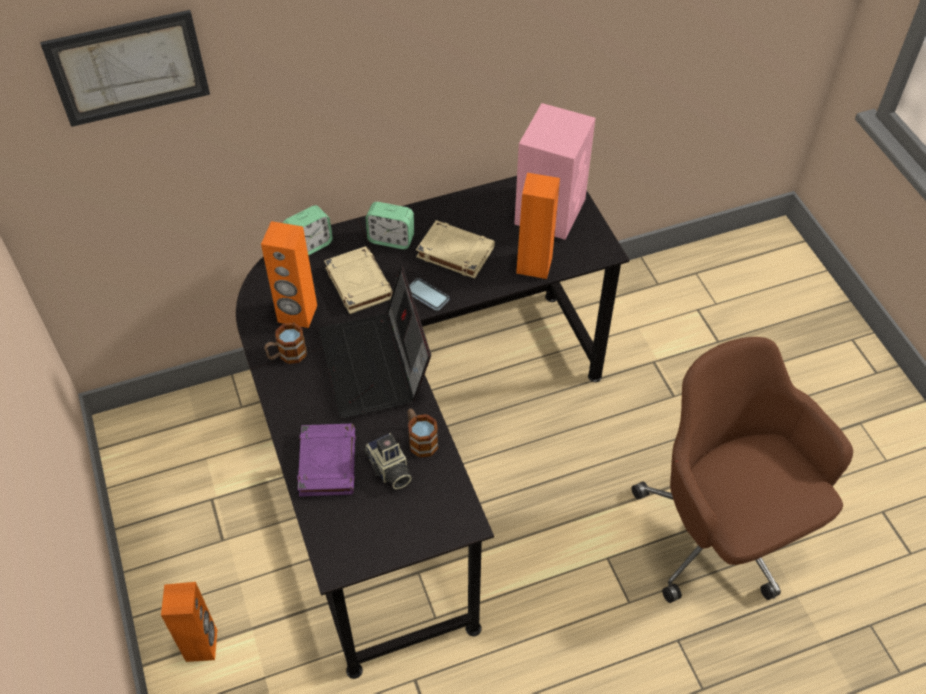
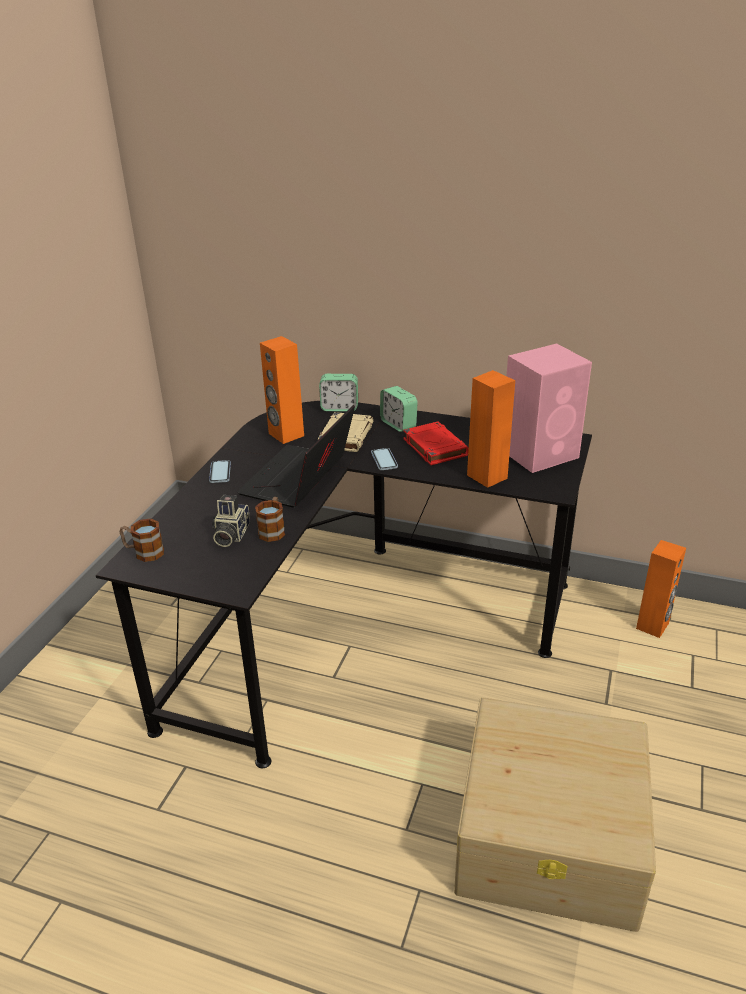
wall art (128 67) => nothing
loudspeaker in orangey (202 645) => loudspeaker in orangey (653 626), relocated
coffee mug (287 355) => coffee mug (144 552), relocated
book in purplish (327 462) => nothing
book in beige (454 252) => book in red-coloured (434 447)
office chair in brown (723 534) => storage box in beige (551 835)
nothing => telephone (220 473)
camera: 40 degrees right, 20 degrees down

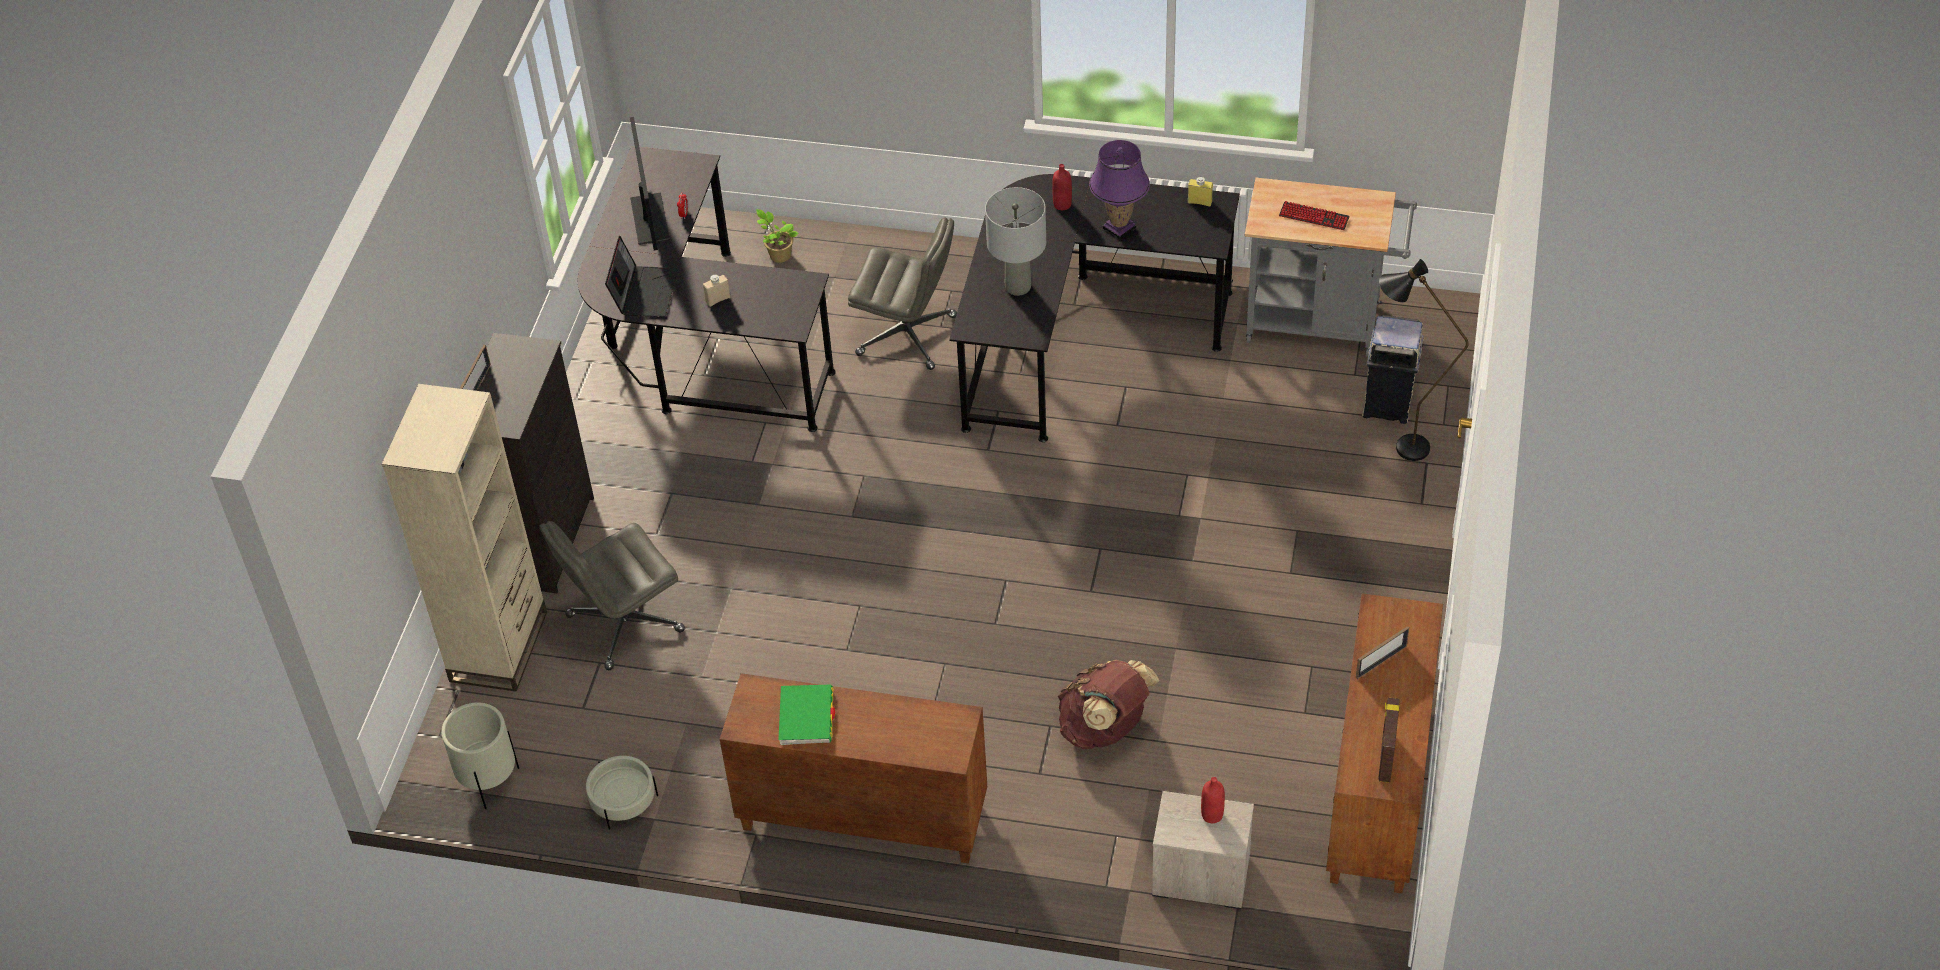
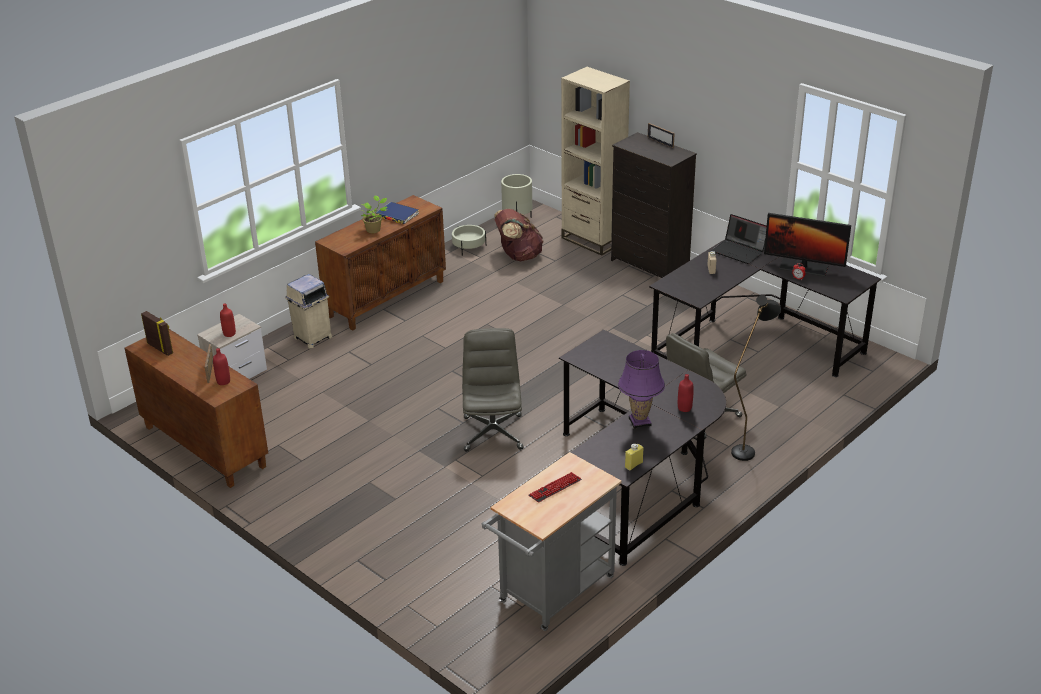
office chair in greyish (624 624) => office chair in greyish (493 432), relocated
plant in a pot (778 255) => plant in a pot (374 230), relocated
book in greenish (806 717) => book in blue-coloured (397 215)
tabletop lamp in greyish (1018 287) => nothing
backpack in brown (1105 728) => backpack in brown (518 256), relocated
waste bin in beige (1388 405) => waste bin in beige (312 338), relocated
standard lamp in black (1399 448) => standard lamp in black (747 448), relocated
nothing => drink bottle in red-coloured (223 381)
camera: 120 degrees right, 15 degrees down

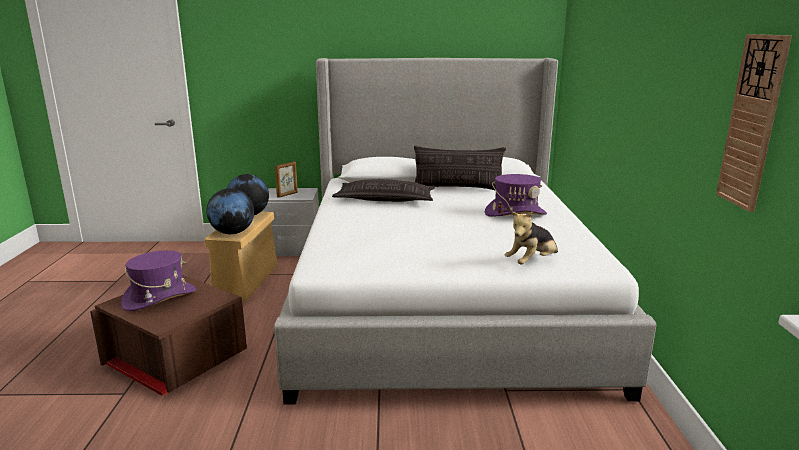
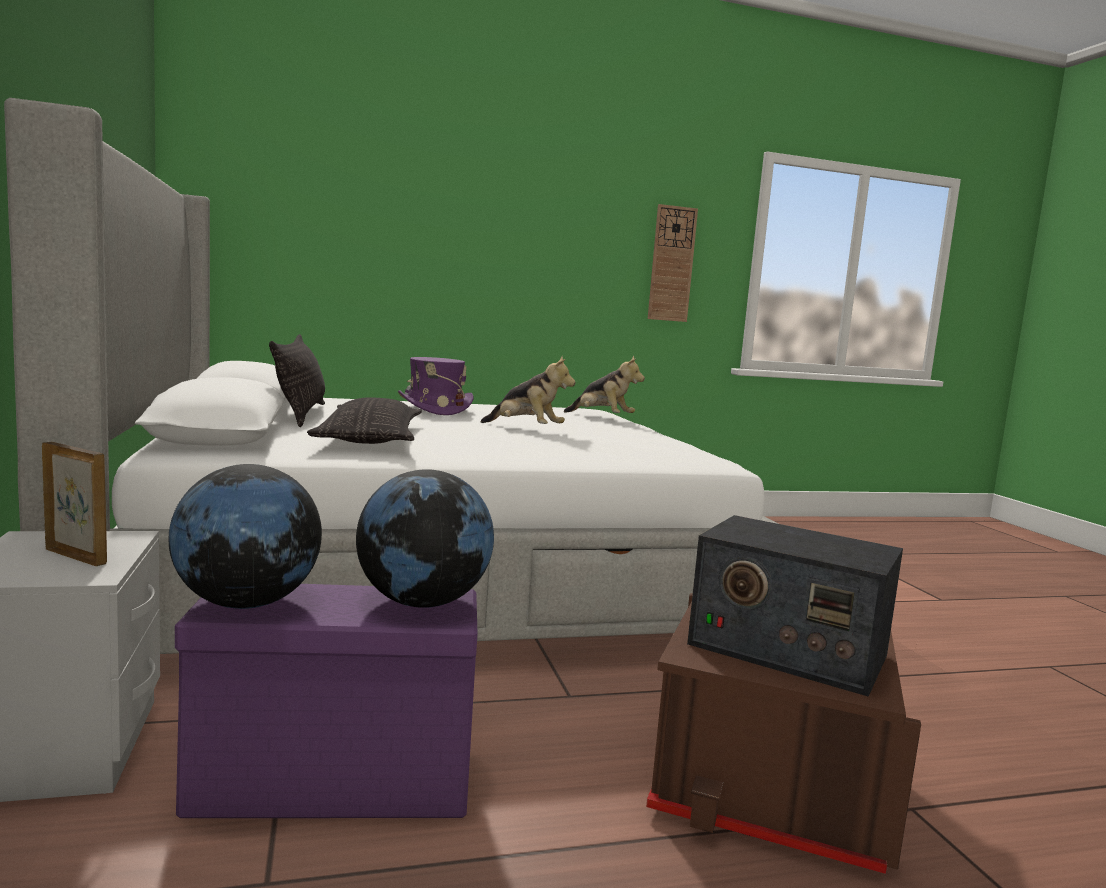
hat in purplish (160 298) => radio receiver (786 649)
storage box in beige (246 280) => storage box in purplish (328 785)
nothing => soft toy (525 429)
camera: 105 degrees left, 10 degrees down

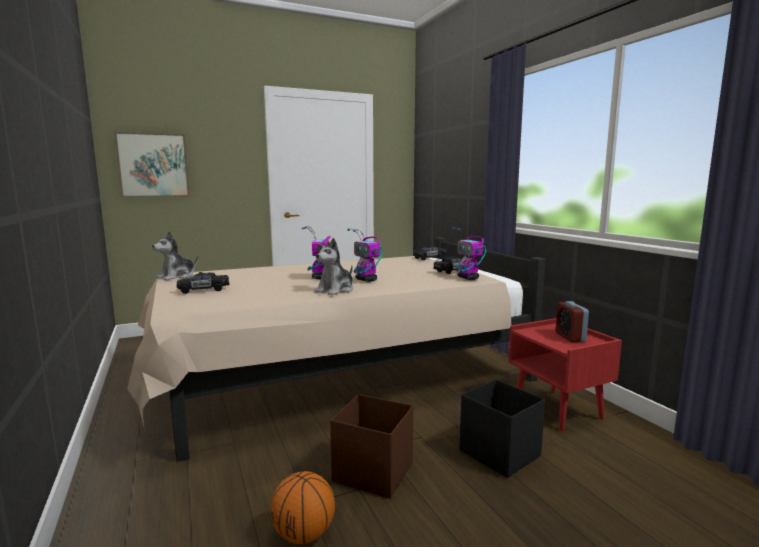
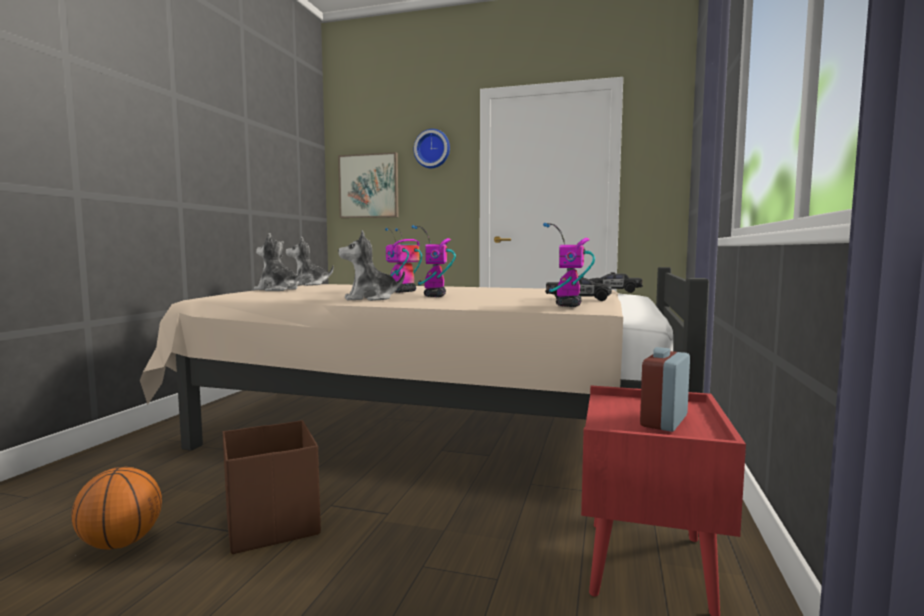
model car in black (203 290) => soft toy (278 290)
storage box in black (499 452) => nothing
nothing => clock on the wall (432 149)
camera: 40 degrees right, 5 degrees down

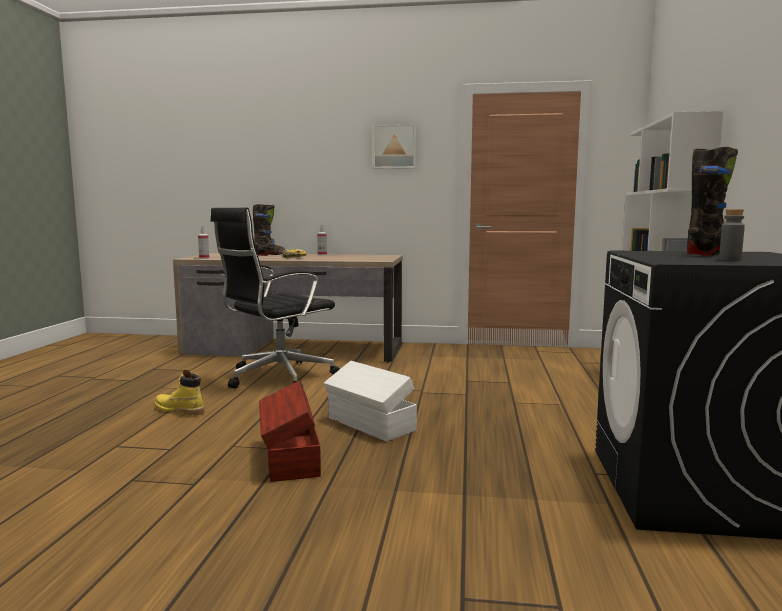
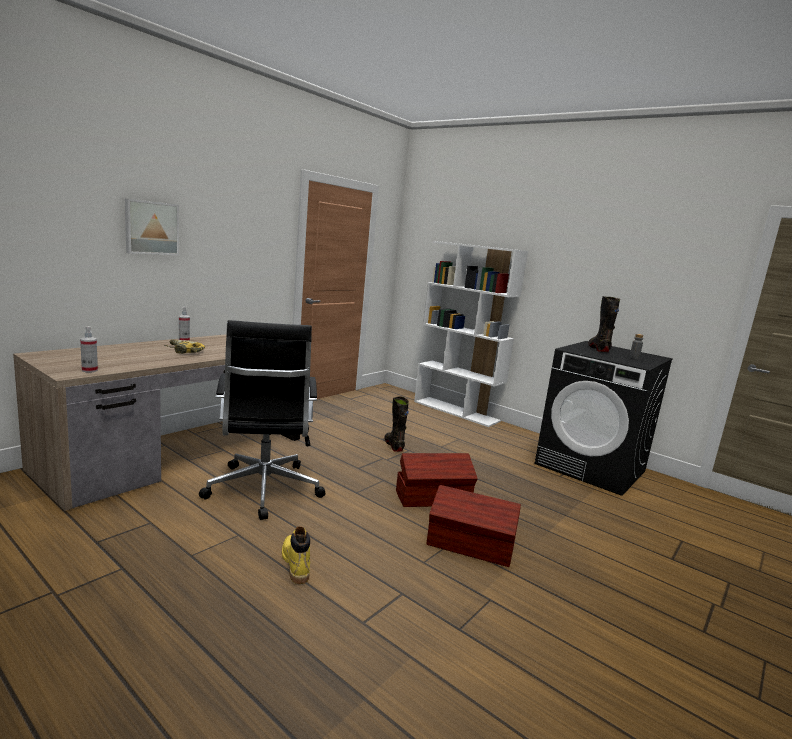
high-top boot in yellowish (179 410) => high-top boot in yellowish (295 563), 105 degrees clockwise
high-top boot in black (269 255) => high-top boot in black (394 445), relocated
storage box in white (370 425) => storage box in brown (434 498)
wall art (394 146) => wall art (151 228), relocated
camera: 60 degrees left, 5 degrees up

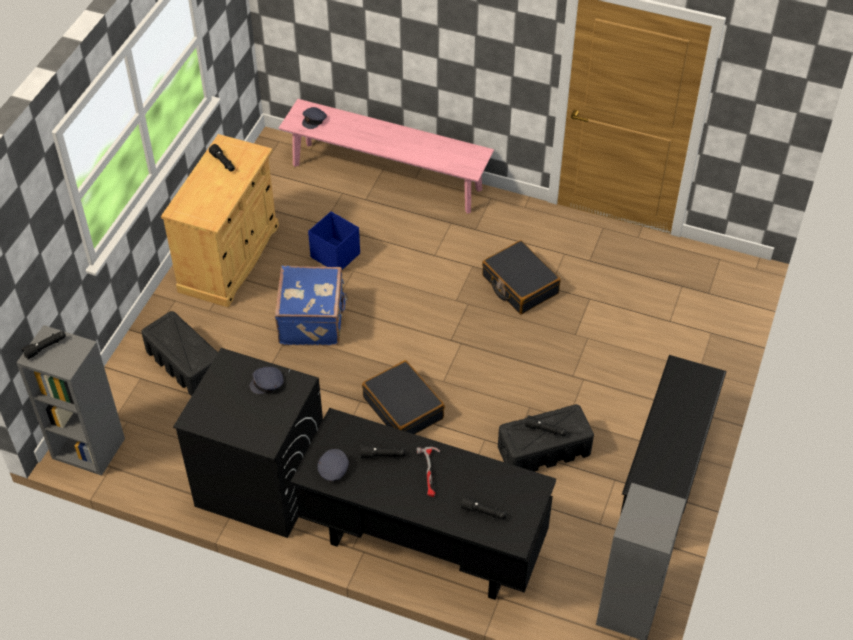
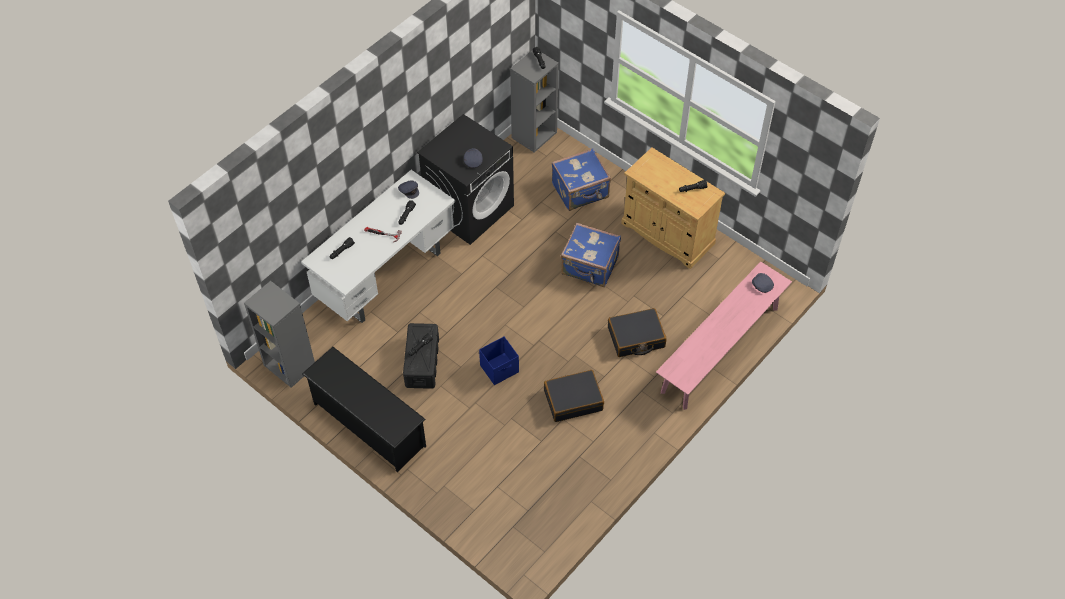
storage box in black (184 364) => suitcase in blue-coloured (581 191)
desk table in black (422 545) => desk table in white (386 275)
storage box in blue-coloured (335 255) => storage box in blue-coloured (500 369), relocated
suitcase in black (403 408) => suitcase in black (636 338), relocated
camera: 110 degrees right, 5 degrees up

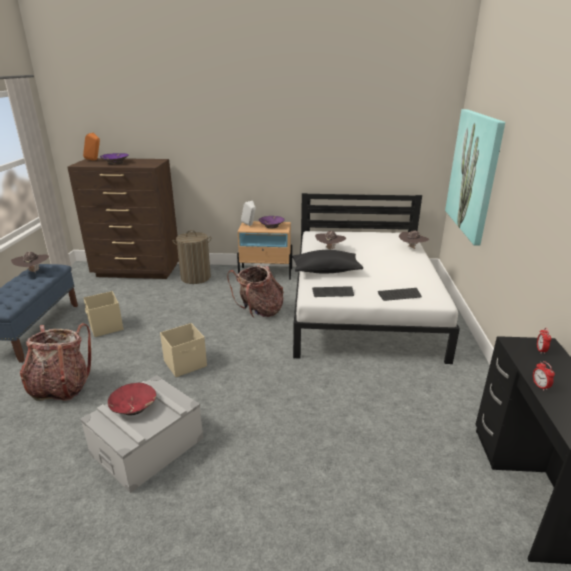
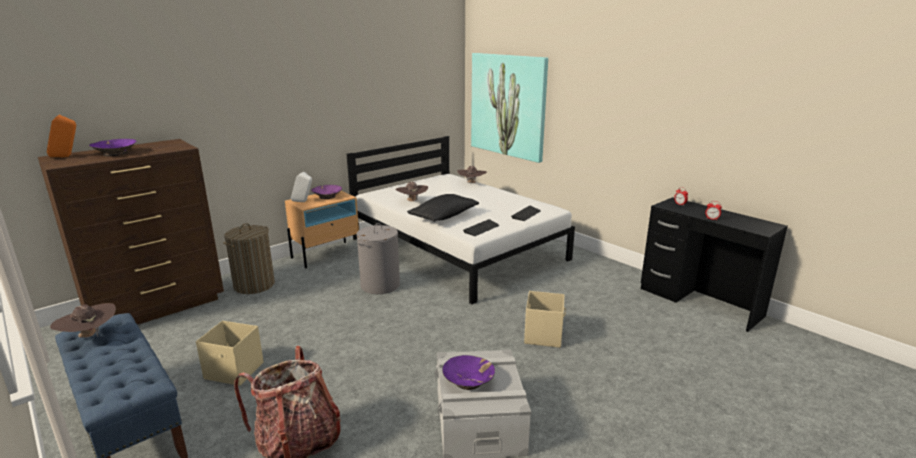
deep dish in red-coloured (133 407) => deep dish in purplish (468 381)
storage box in beige (186 364) => storage box in beige (543 335), relocated
backpack (259 311) => washing basket in greyish (380 285)
camera: 45 degrees left, 5 degrees down

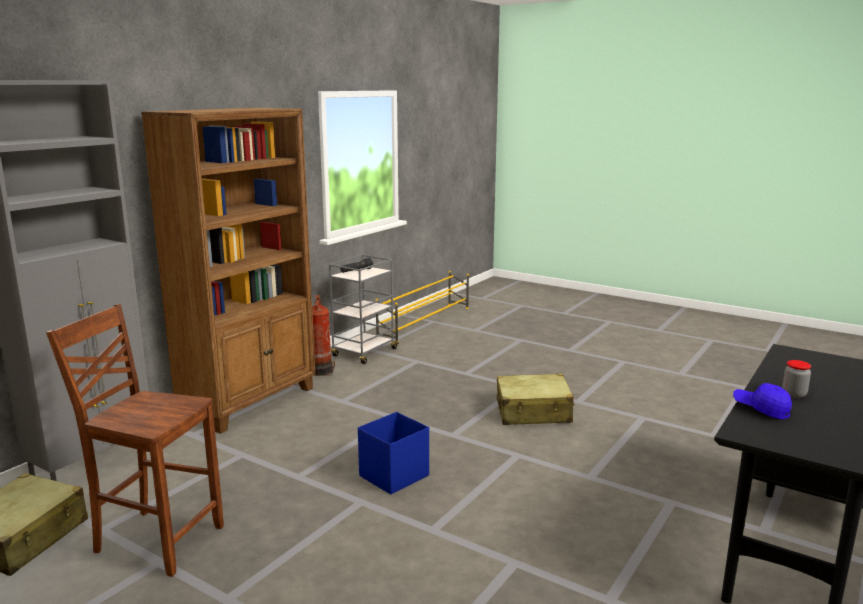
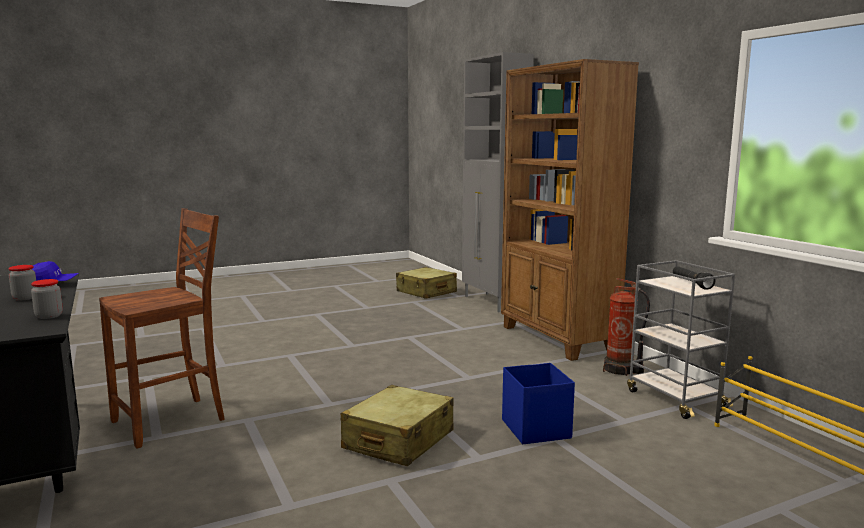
chair in brown (157 539) => chair in brown (172 421), relocated
storage box in blue-coloured (393 476) => storage box in blue-coloured (536 428), relocated
nothing => jar (49 316)
camera: 120 degrees right, 5 degrees down

